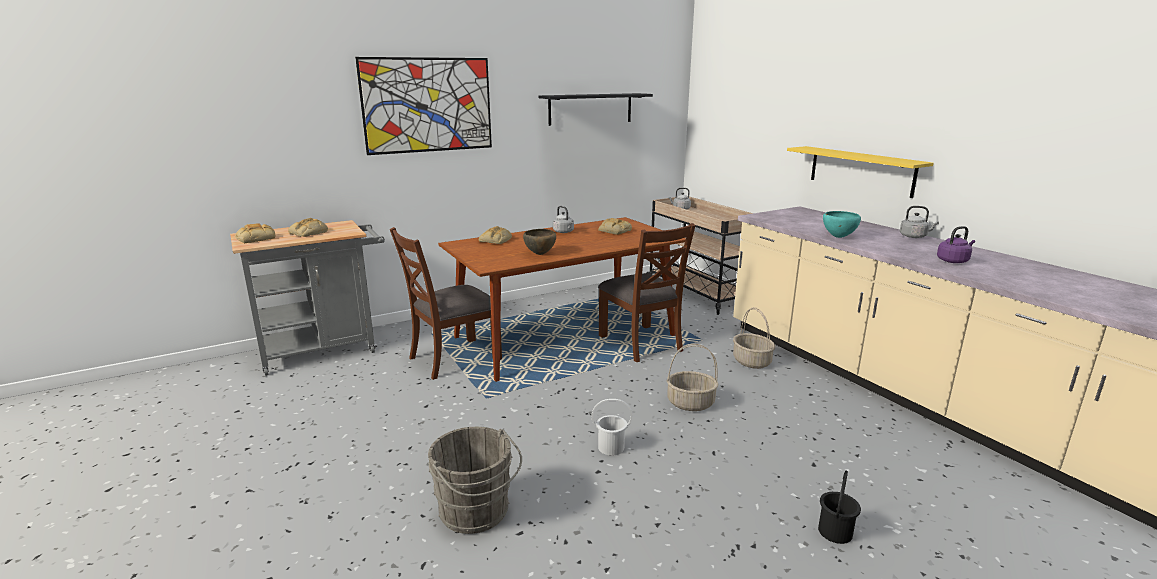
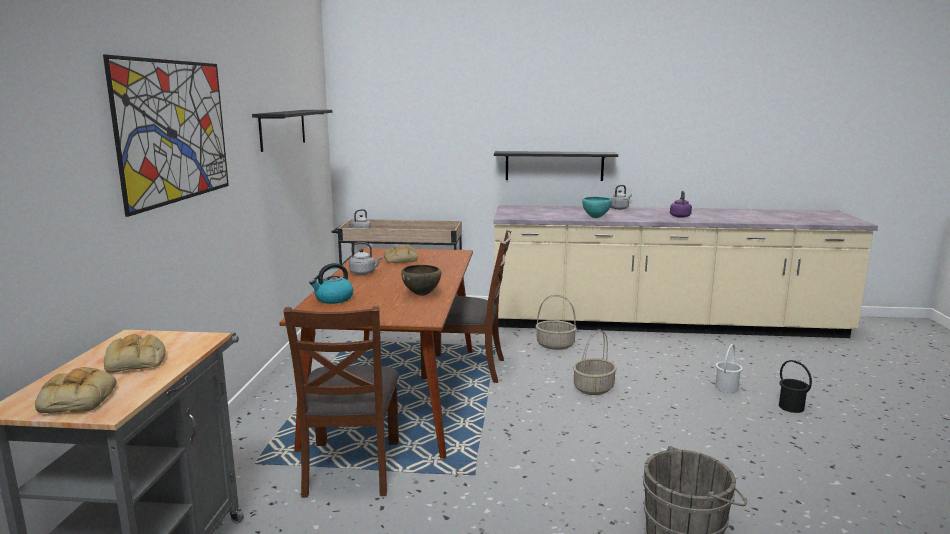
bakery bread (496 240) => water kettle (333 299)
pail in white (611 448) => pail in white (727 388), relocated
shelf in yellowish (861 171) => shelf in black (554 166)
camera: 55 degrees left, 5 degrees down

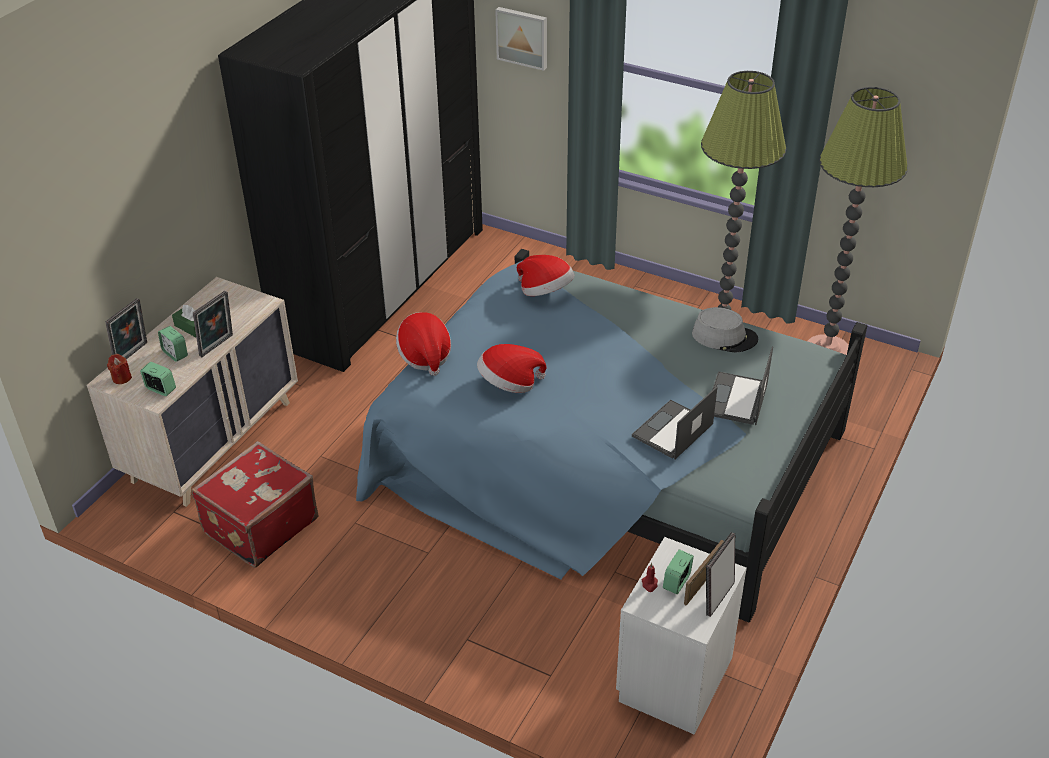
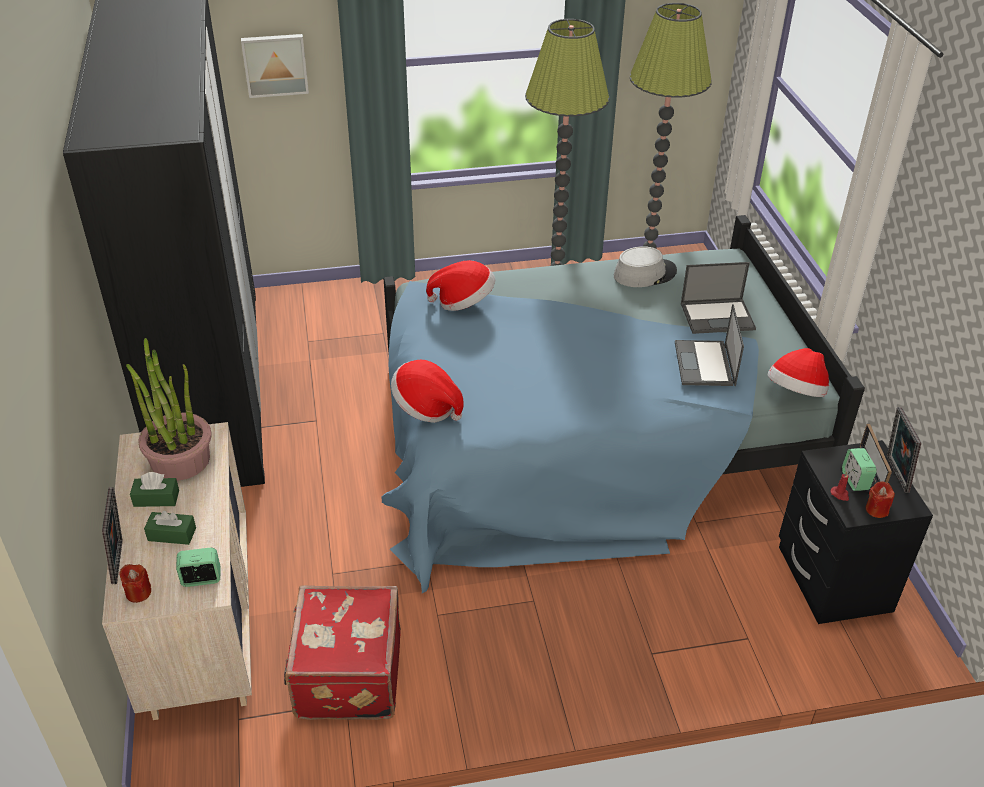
table clock (175 354) => tissue holder in greenish (172 534)
picture frame (218 346) => nothing
hat (509 384) => hat (796 393), relocated
nightstand in white (673 679) => nightstand in black (832 579)
notebook computer (736 399) => notebook computer (718 316), 75 degrees counterclockwise
nothing => plant in a pot (180 459)
nothing => wax candle in red-coloured (876 510)
camera: 40 degrees left, 0 degrees up

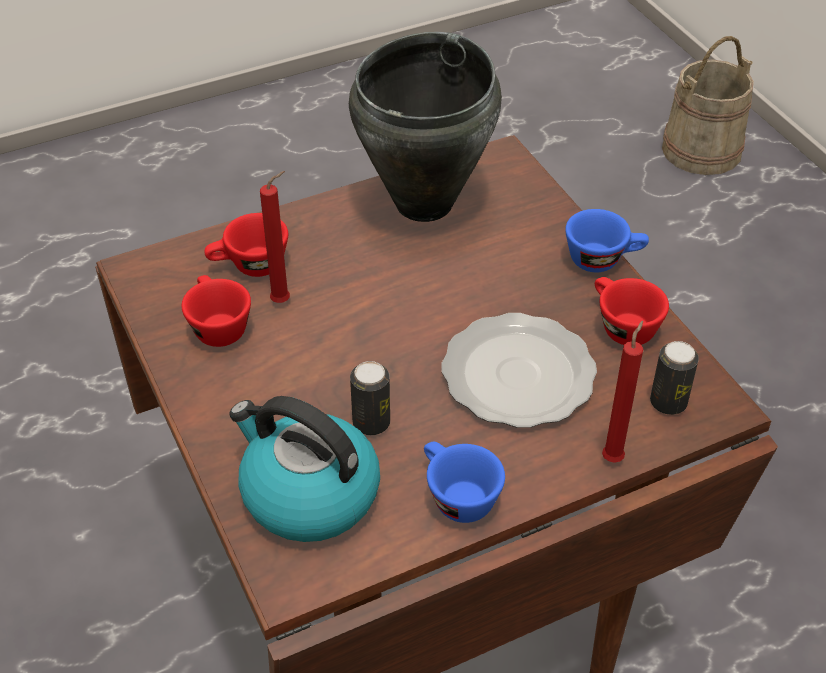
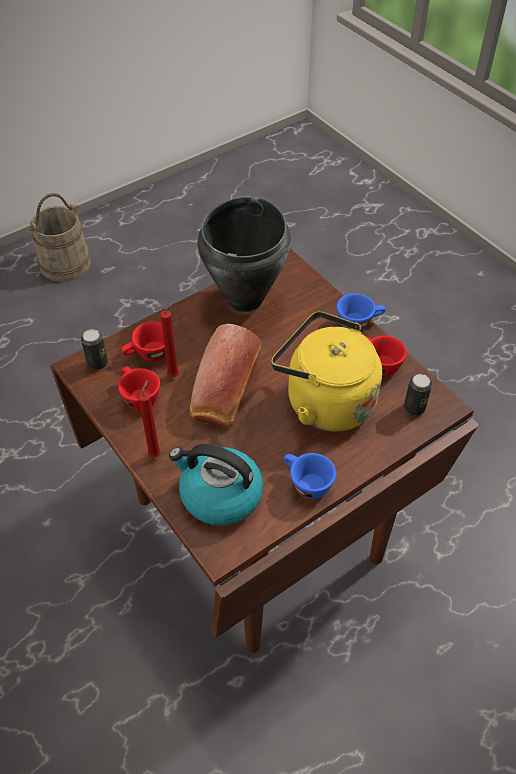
can (371 422) => can (97 363), relocated
flat dish (518 372) => water kettle in yellowish (324 401)
wax candle in red-coloured (614 457) => wax candle in red-coloured (155 453), relocated
pail in beige (701 149) => pail in beige (65 263), relocated
nothing => bakery bread (224 393)
camera: 10 degrees left, 5 degrees up

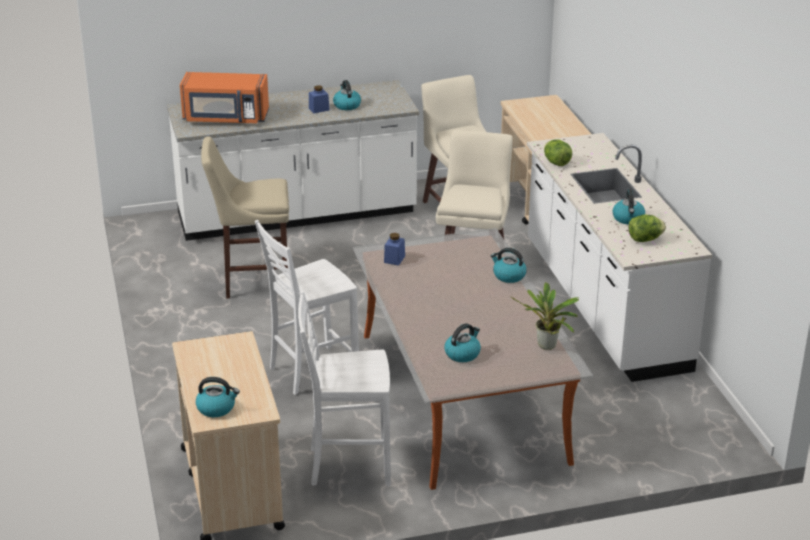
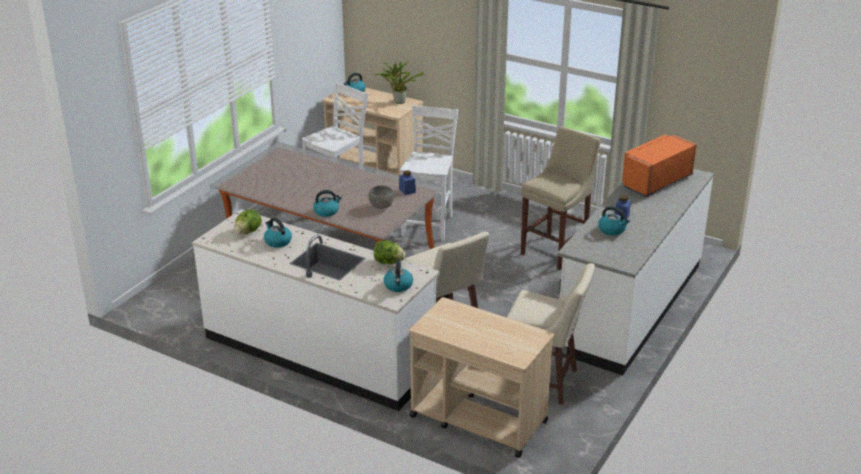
water kettle (462 354) => water kettle (398 286), relocated
plant in a pot (547 347) => plant in a pot (398 101), relocated
nothing => deep dish in greyish (381 206)
camera: 135 degrees right, 0 degrees up

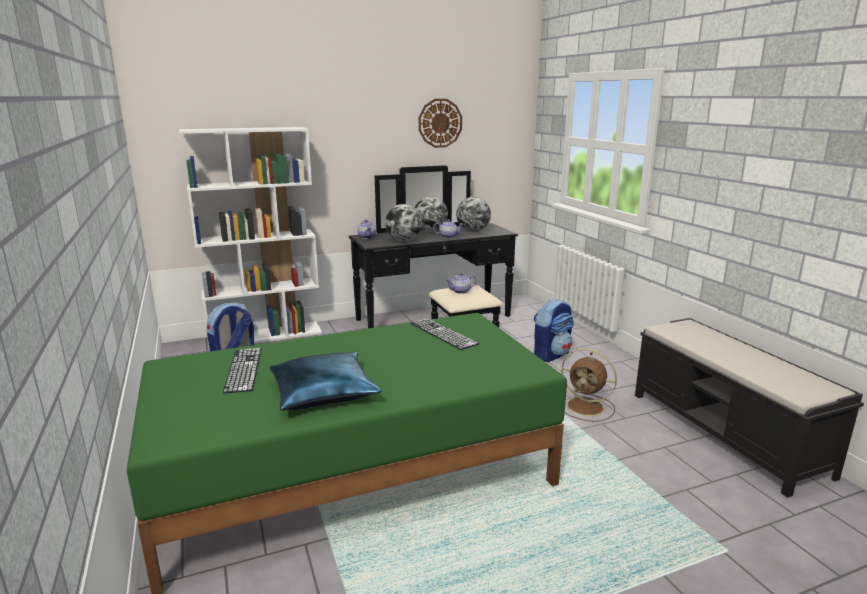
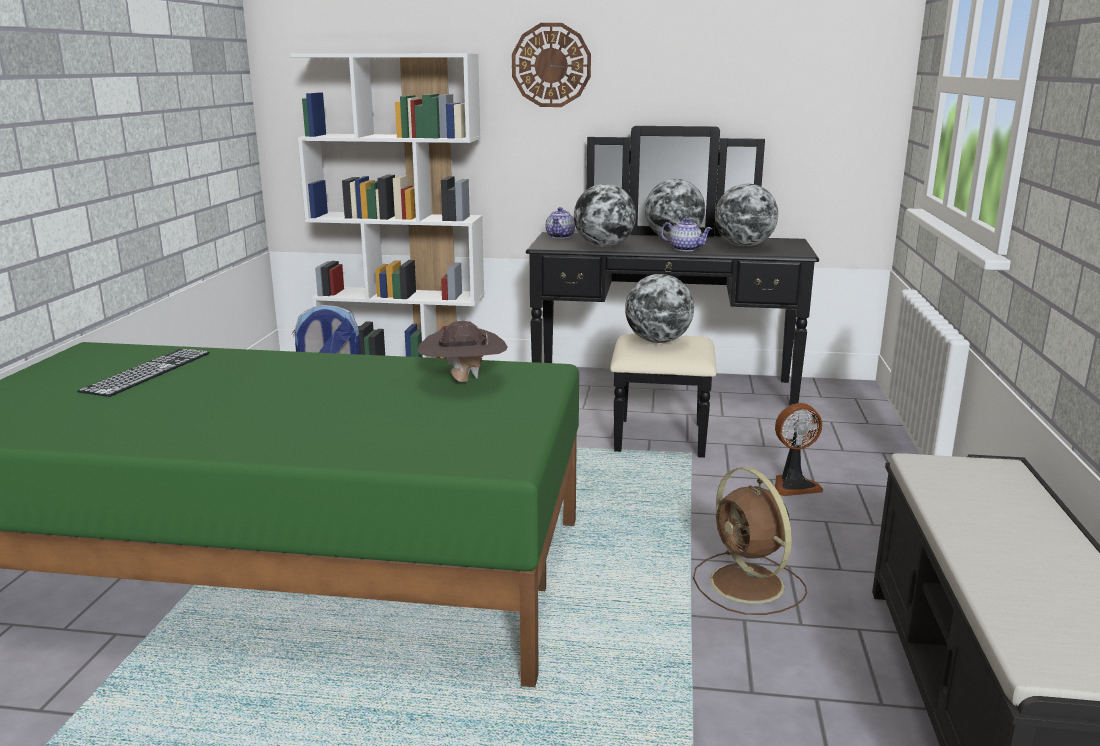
throw pillow in blue-coloured (323 391) => nothing
keyboard (443 333) => hat in brown (463 381)
clock on the wall (440 123) => clock on the wall (551 65), relocated
teapot (460 291) => globe (658 341)
backpack (551 355) => electric fan (793 485)
camera: 30 degrees right, 0 degrees up

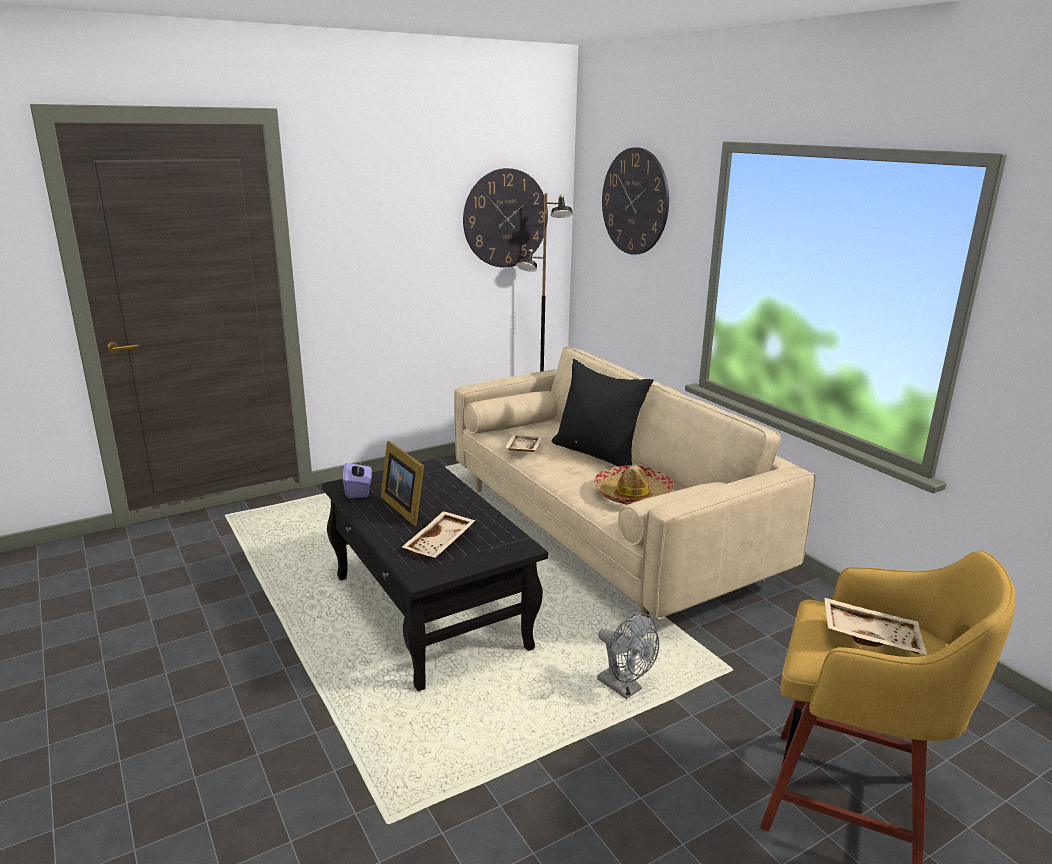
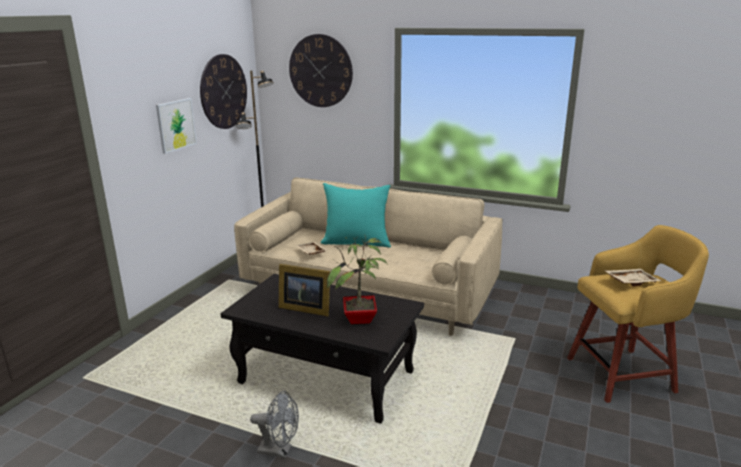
tissue holder in purplish (358 490) => nothing
carrying tray in beige (440 543) => plant in a pot (360 320)
throw pillow in black (598 453) => throw pillow in turquoise (357 242)
hat (632 494) => nothing
electric fan in greyish (625 688) => electric fan in greyish (279 450), relocated
nothing => wall art (176 125)
camera: 35 degrees left, 0 degrees up

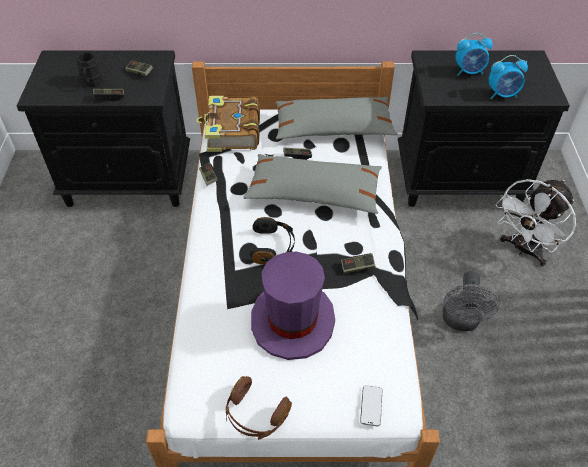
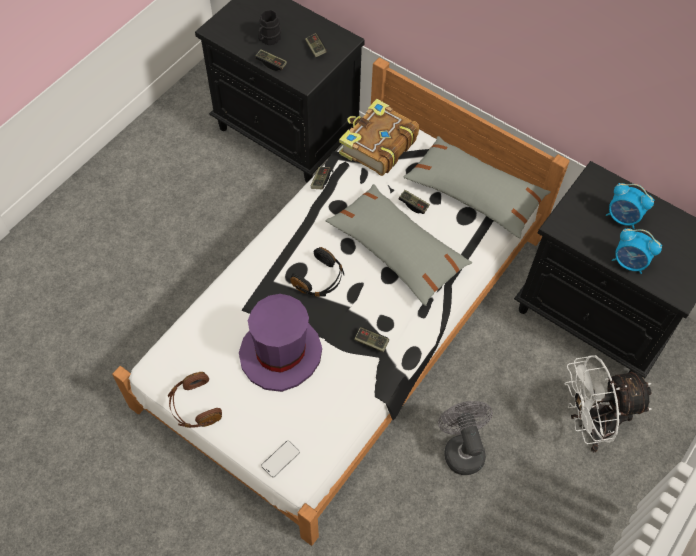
electric fan in greyish (461 322) => electric fan in greyish (461 448), 120 degrees clockwise
camera: 35 degrees right, 10 degrees up

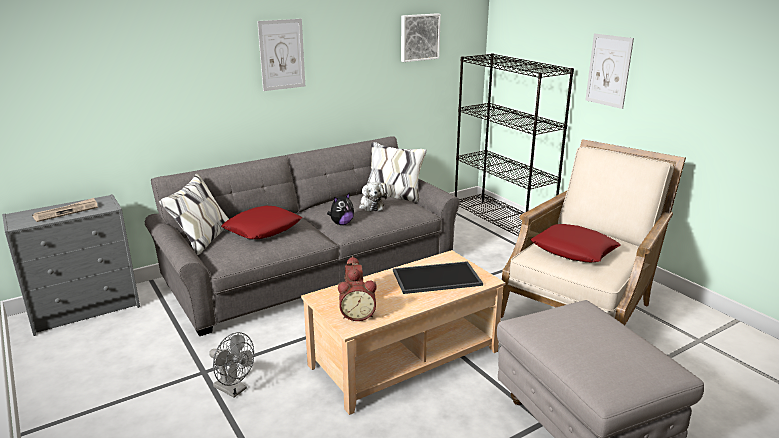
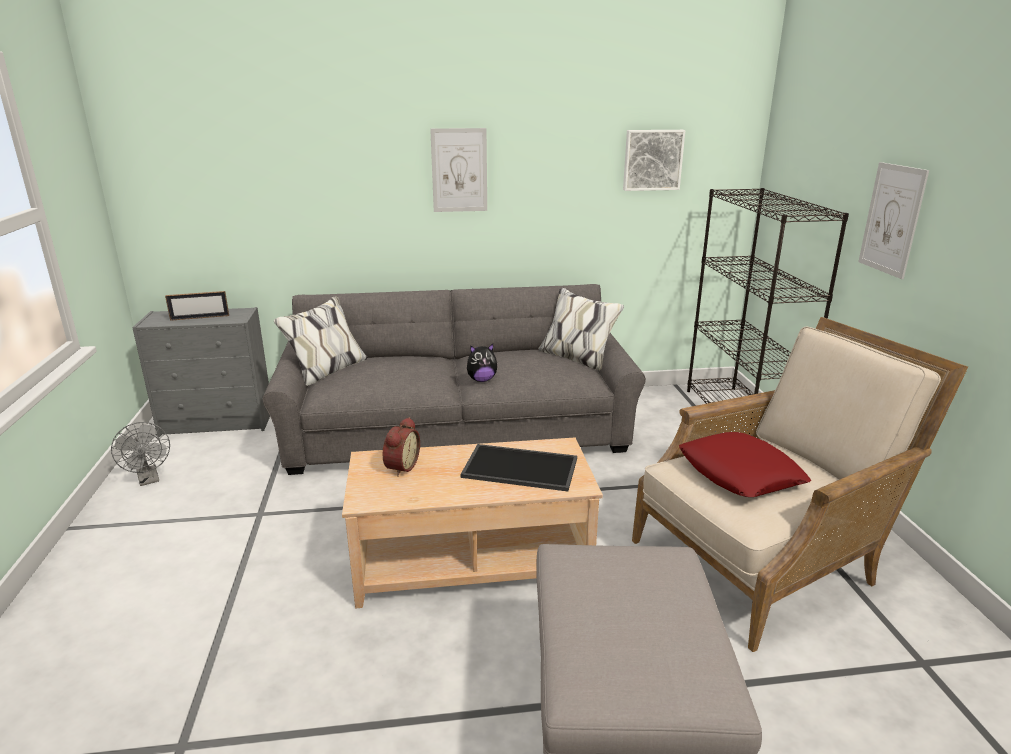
newspaper (66 212) => picture frame (200 317)
electric fan in greyish (234 389) => electric fan in greyish (149 479), relocated
throw pillow in red-coloured (263 229) => nothing
table clock (357 315) => nothing
soft toy (371 206) => nothing
camera: 25 degrees right, 0 degrees up

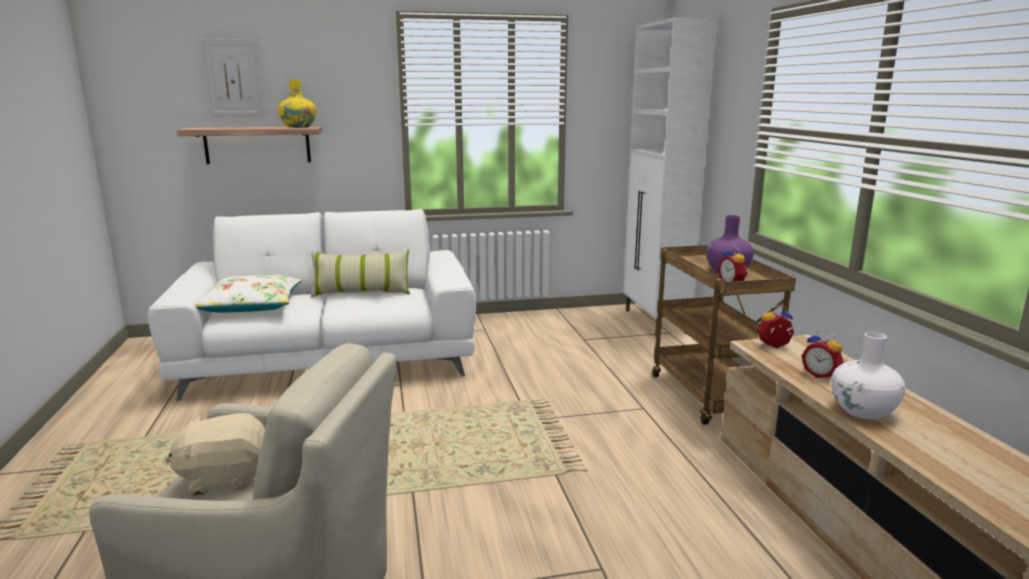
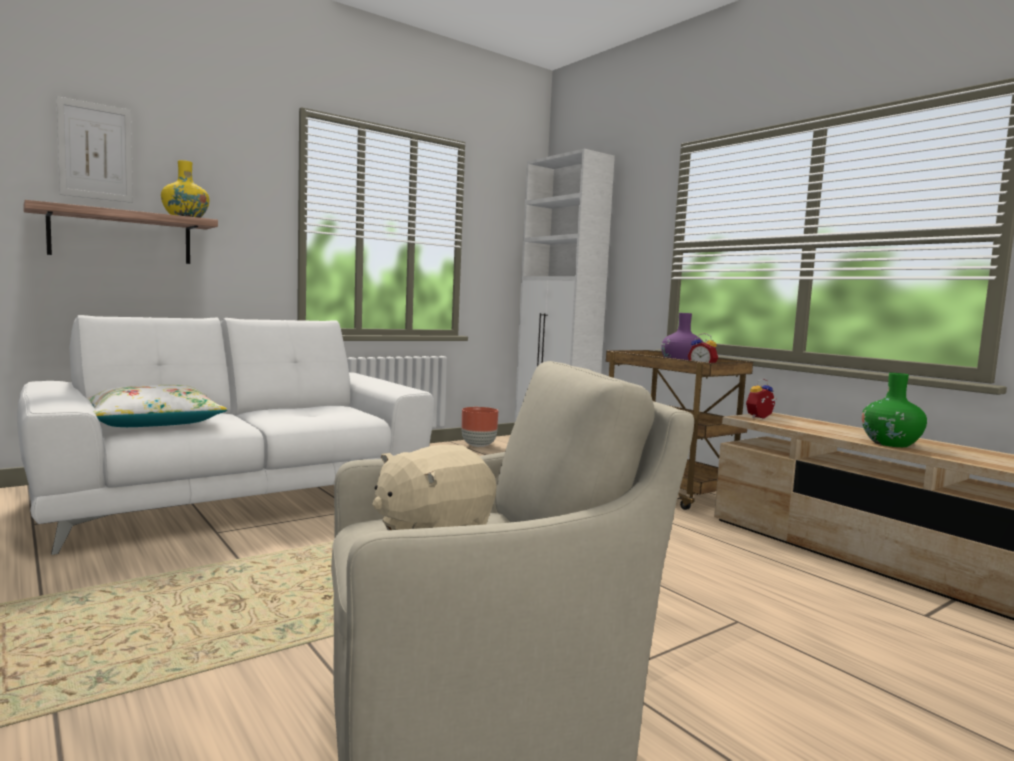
throw pillow (361 293) => nothing
table clock (821 375) => nothing
vase in white (863 411) => vase in greenish (890 444)
nothing => flower pot in brown (479 445)
camera: 25 degrees left, 10 degrees down

